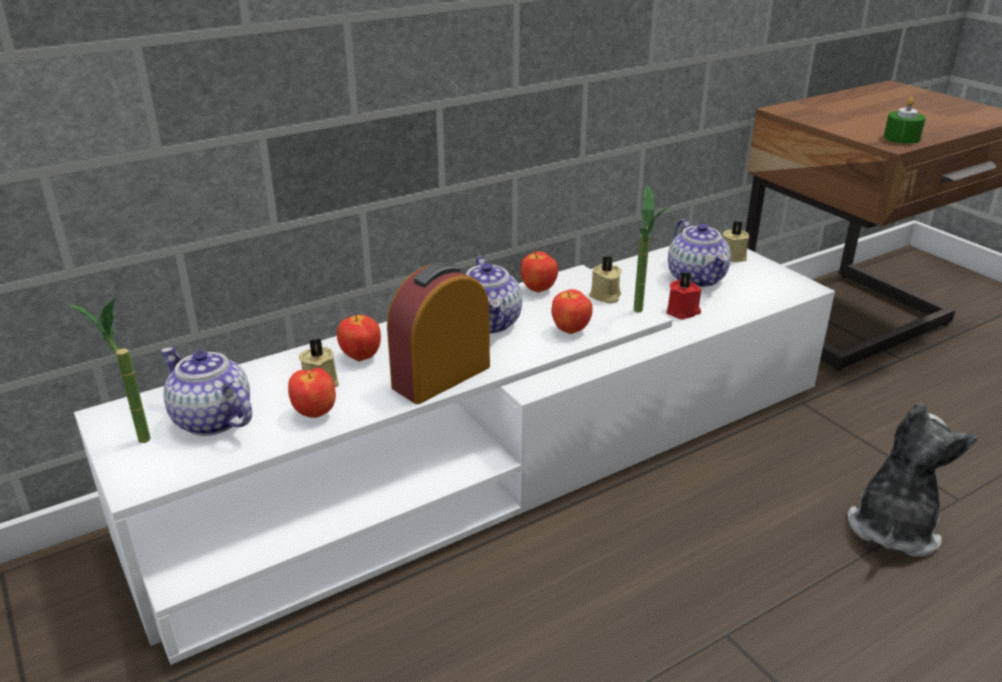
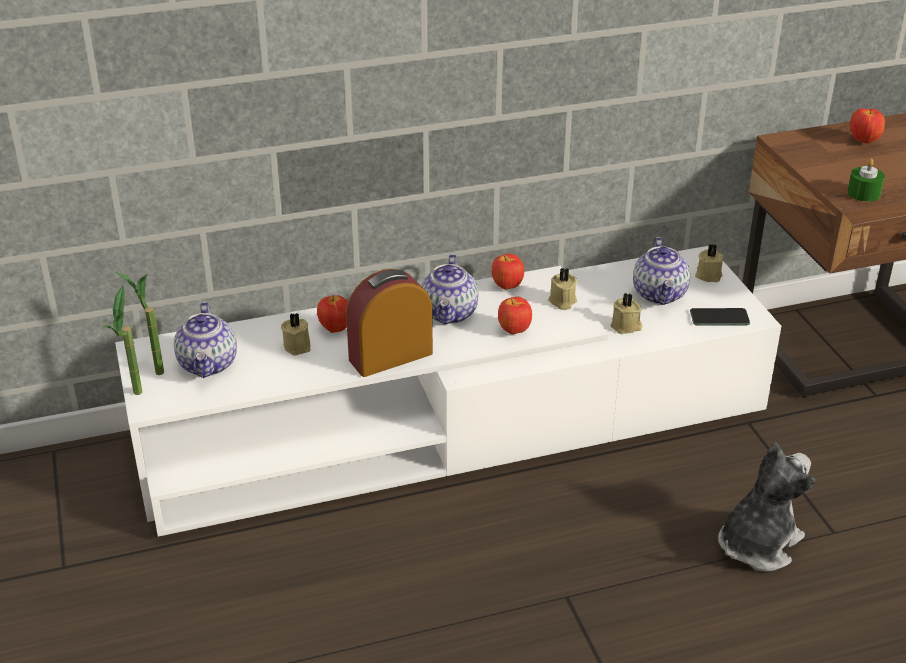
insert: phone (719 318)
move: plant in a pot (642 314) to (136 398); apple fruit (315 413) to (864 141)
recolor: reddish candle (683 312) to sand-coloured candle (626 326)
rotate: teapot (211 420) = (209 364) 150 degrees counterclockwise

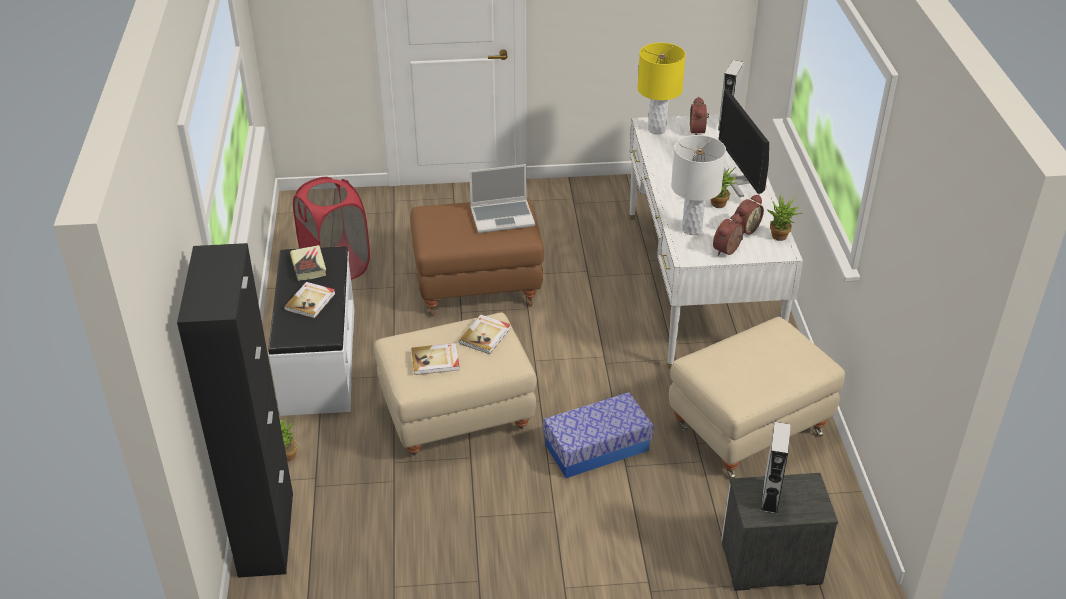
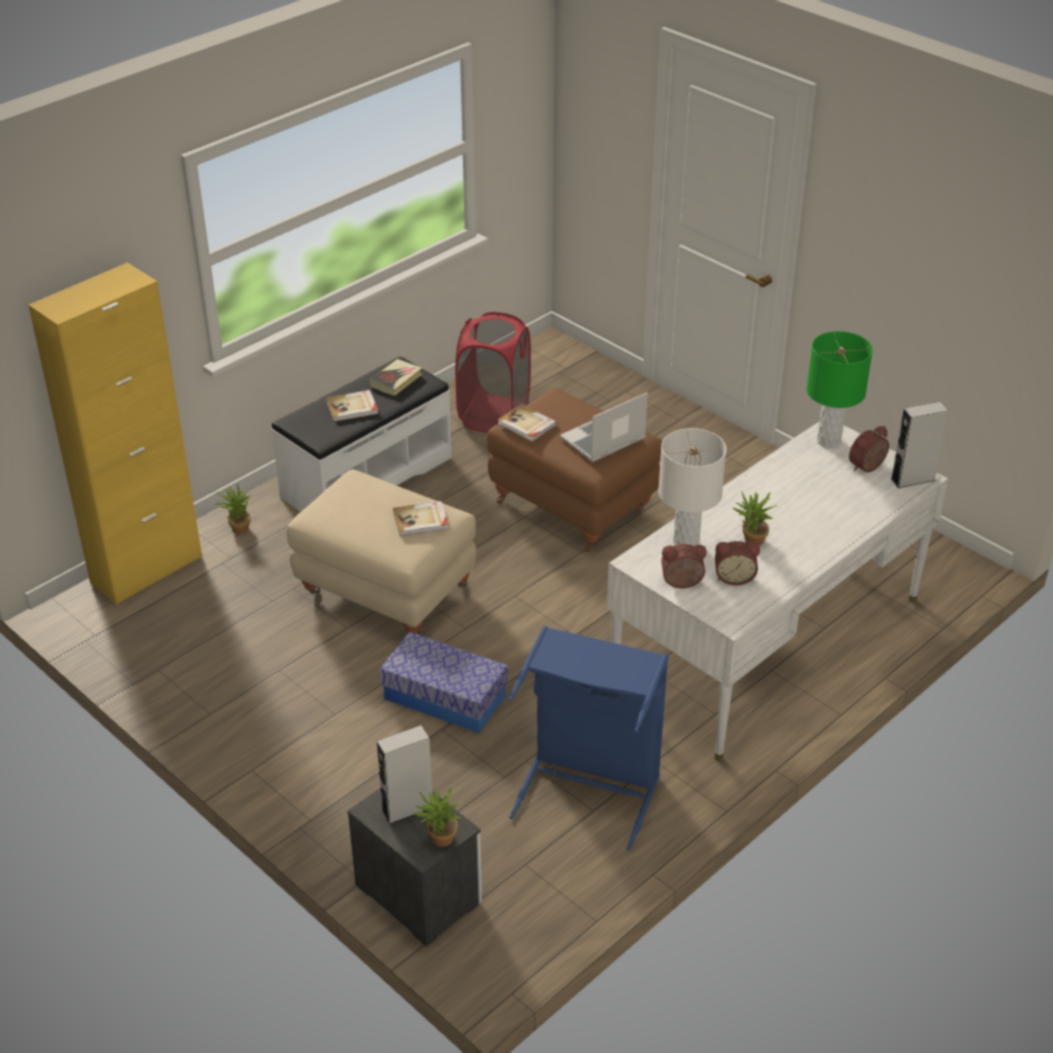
delete: computer screen (739 180)
move: plant in a pot (780 238) to (439 841); book (435 361) to (526 425)
replace: sand-coloured ottoman (748 427) to bluish laundry basket (590 786)
recolor: black storage cabinet (266 534) to yellowish storage cabinet (146 570); yellowish tabletop lamp (657 129) to green tabletop lamp (829 441)
rotate: portable computer (503 217) = (602 440) 105 degrees clockwise

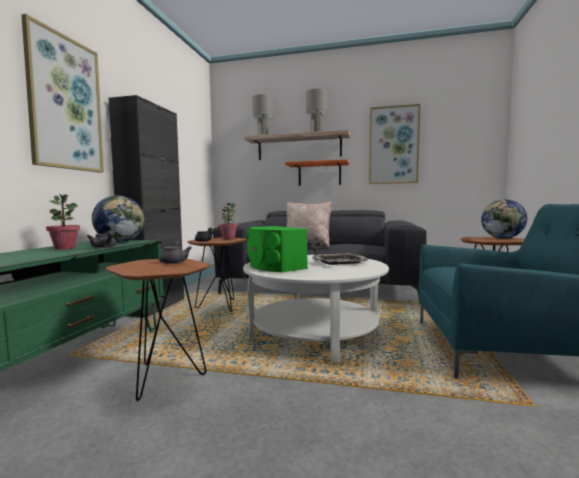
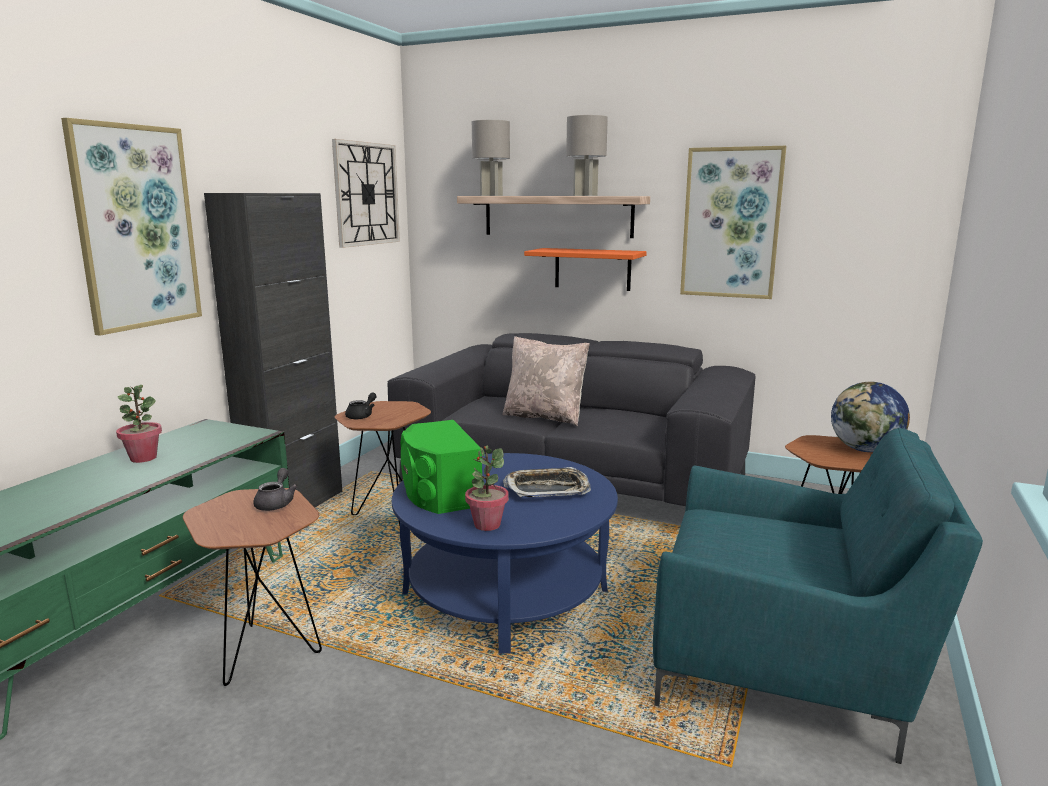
delete: grey teapot (105 247); world globe (120 242)
insert: wall clock (366 194)
move: plant in a pot (228 239) to (487 525)
recolor: whitish lounge table (315 333) to bluish lounge table (506 591)

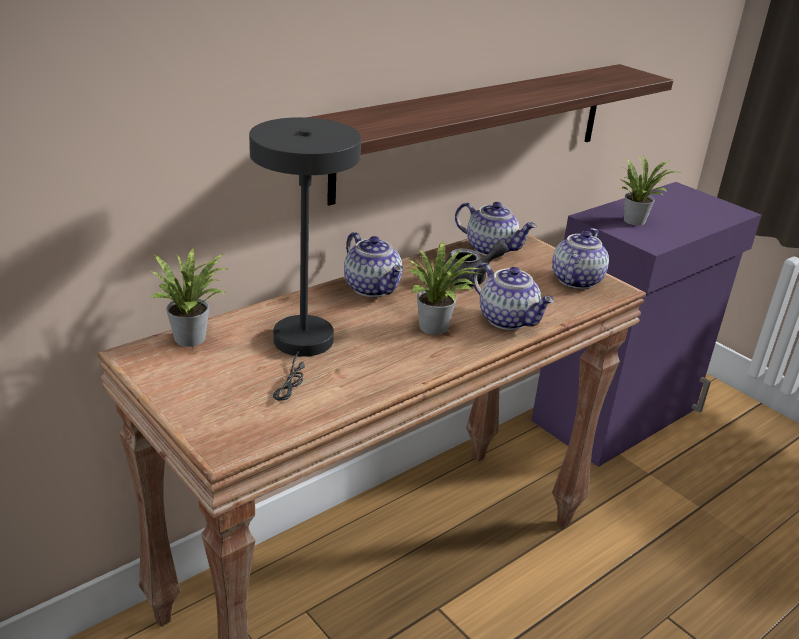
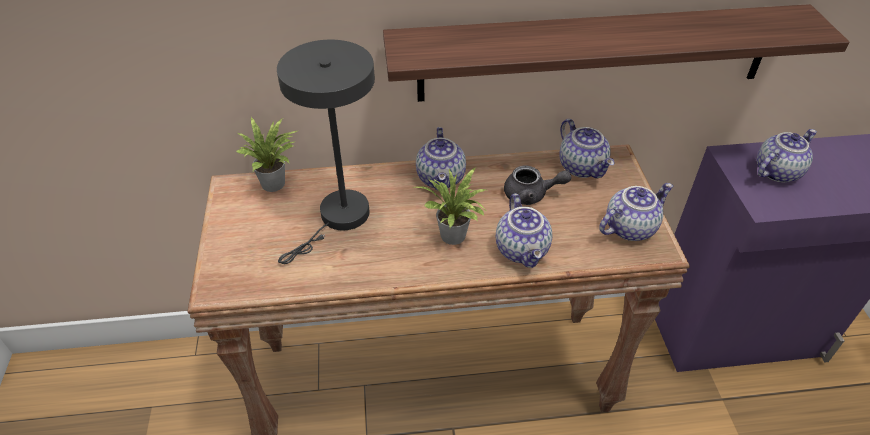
replace: plant in a pot (635 220) to teapot (776 171)

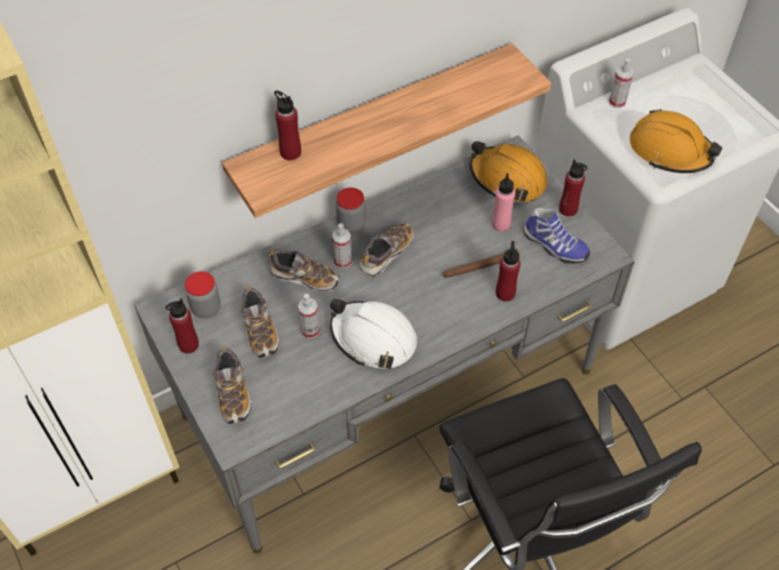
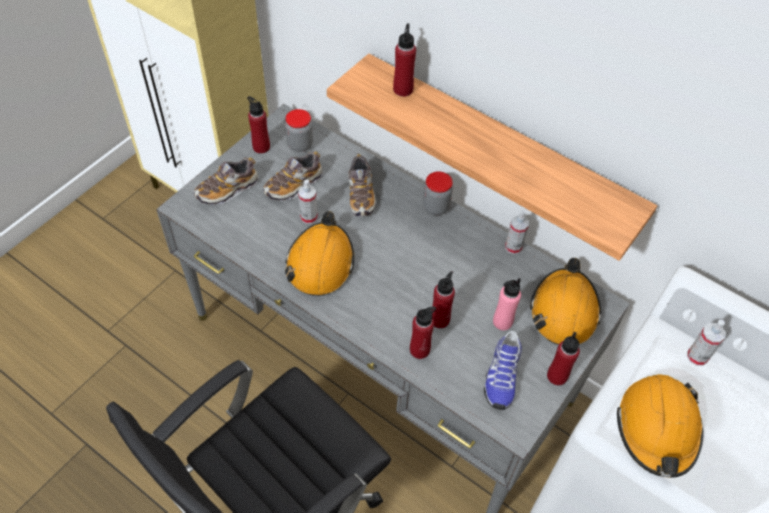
delete: shoe (386 254)
move: spray bottle (343 261) to (513 247)
replace: brown-coloured hand torch (480 267) to reddish drink bottle (440 319)
recolor: whitish hard hat (373 338) to orange-coloured hard hat (320 263)

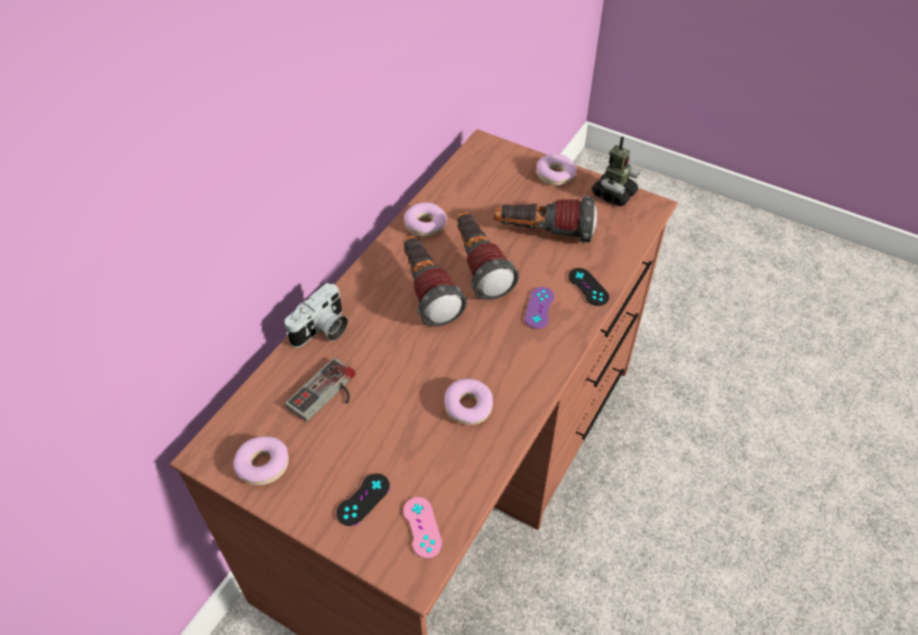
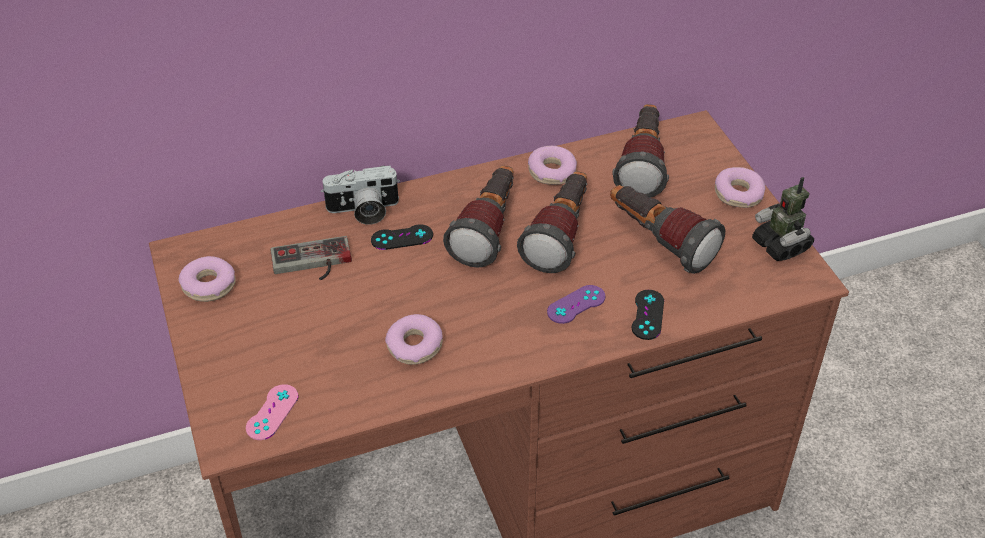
insert: hand torch (642 165)
move: black joypad (363 499) to (402 237)
rotate: robot figure (613 194) = (781 245) 75 degrees clockwise

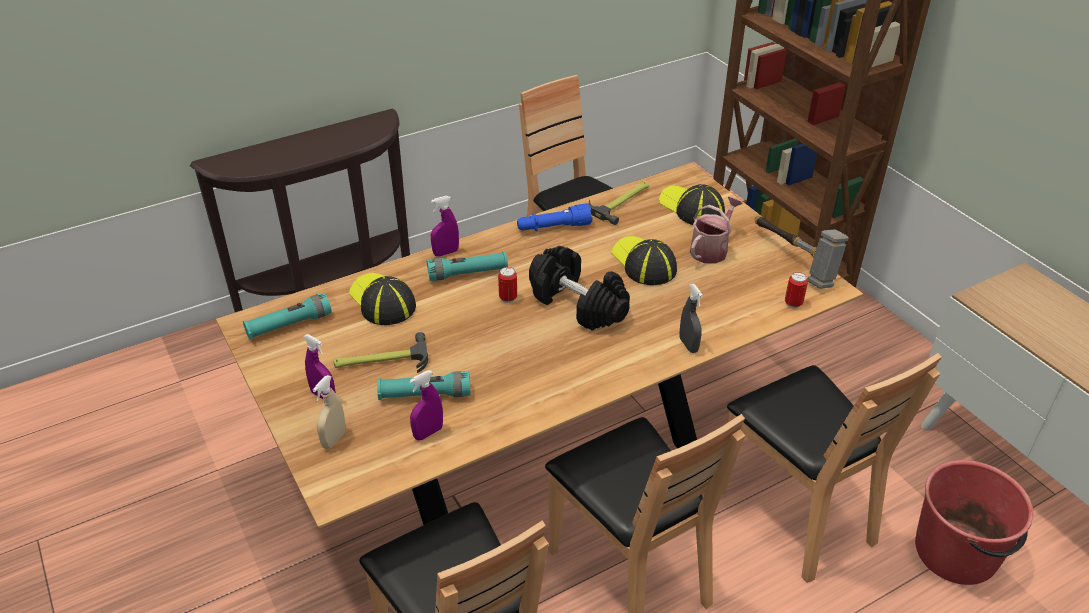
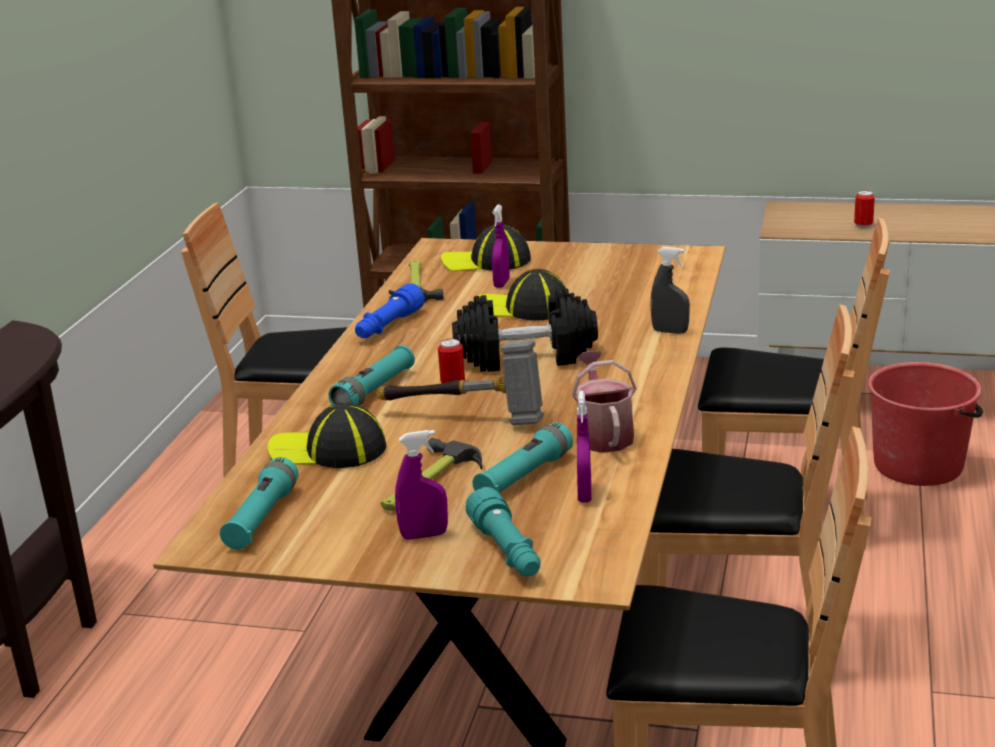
move: tool hammer (794 261) to (467 418); purple spray bottle (446 253) to (501 283); watering can (711 249) to (603 434); metal can (793 303) to (863 226)
replace: sand-coloured spray bottle (334 439) to blue-green hand torch (507 551)

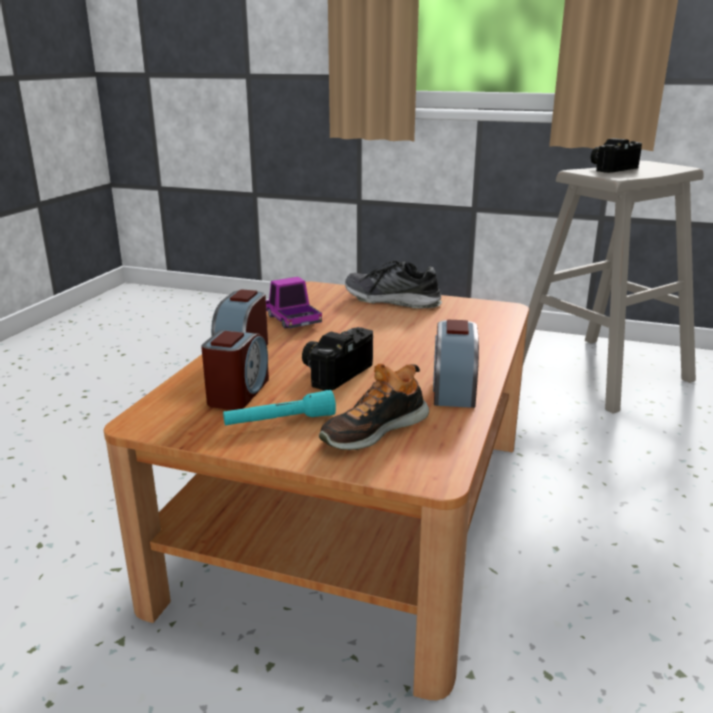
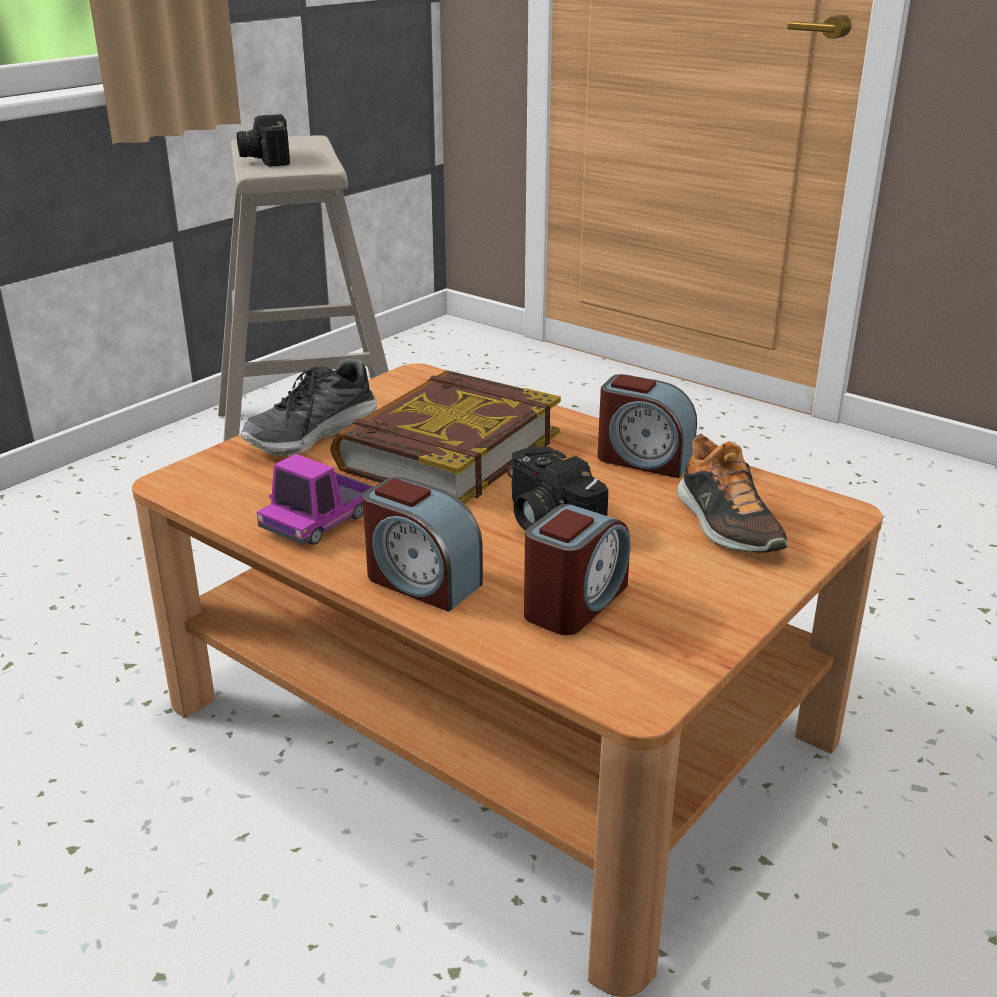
delete: blue-green hand torch (280 421)
insert: book (448 450)
rotate: model truck (292 320) = (319 521) 45 degrees counterclockwise; alarm clock (238 393) = (574 602) 90 degrees clockwise

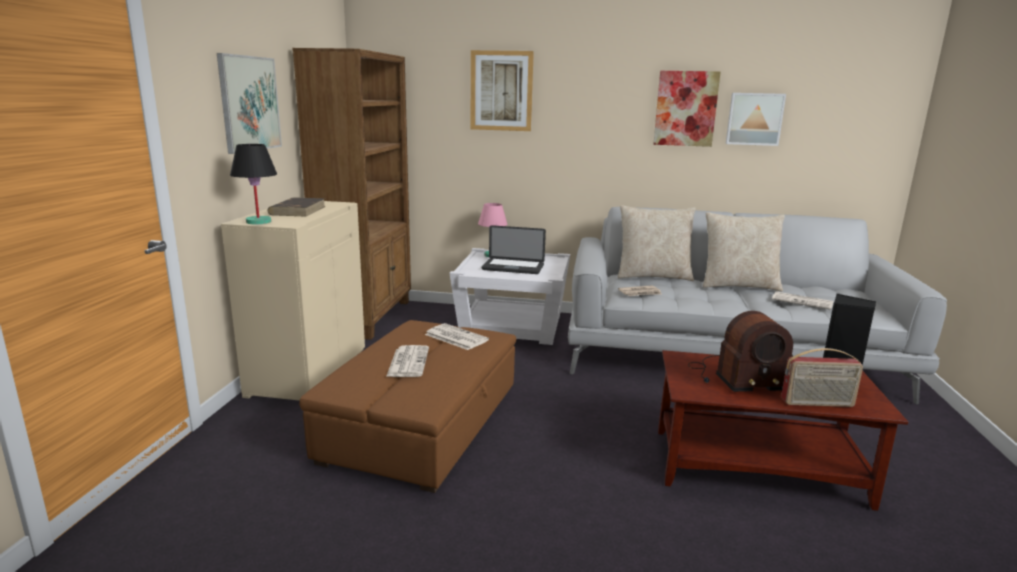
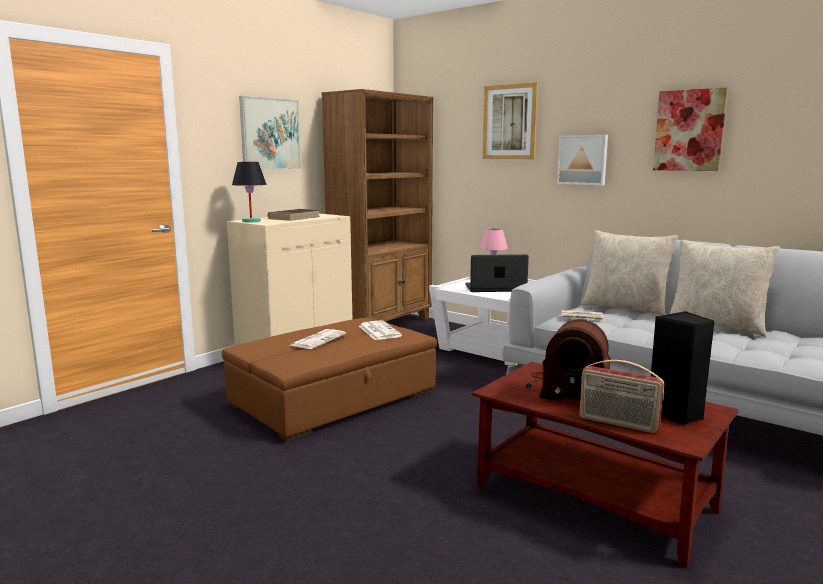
delete: daily paper (803 301)
move: wall picture (754 119) to (583 160)
rotate: portable computer (513 267) = (495 288) 135 degrees clockwise

